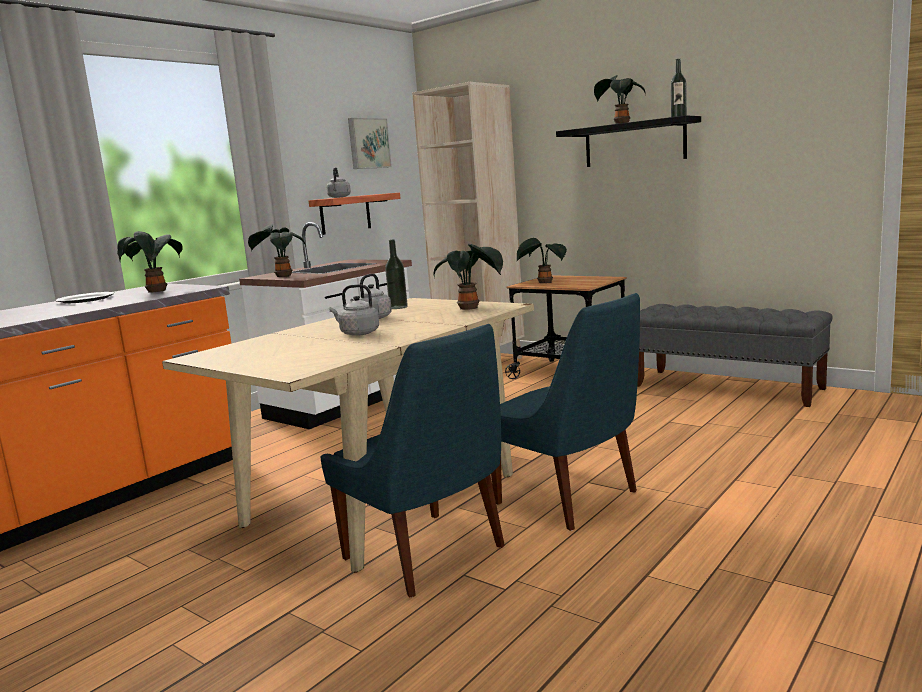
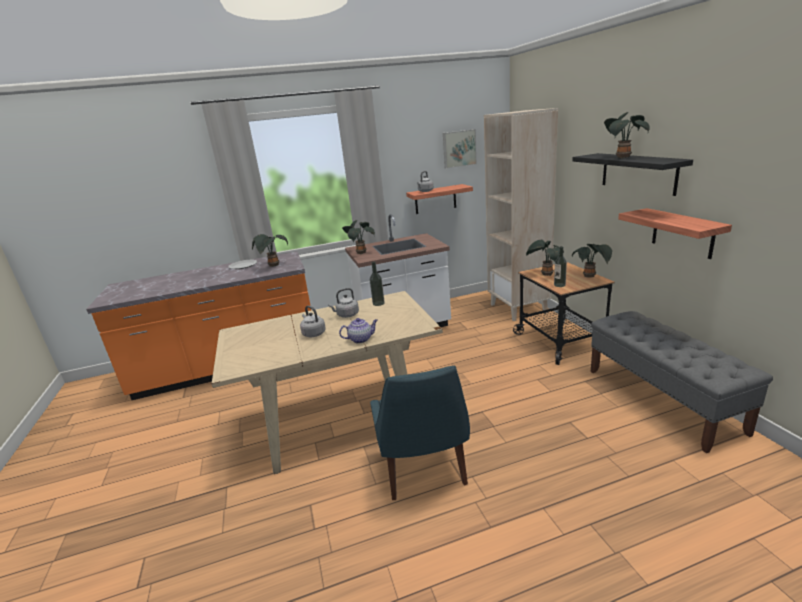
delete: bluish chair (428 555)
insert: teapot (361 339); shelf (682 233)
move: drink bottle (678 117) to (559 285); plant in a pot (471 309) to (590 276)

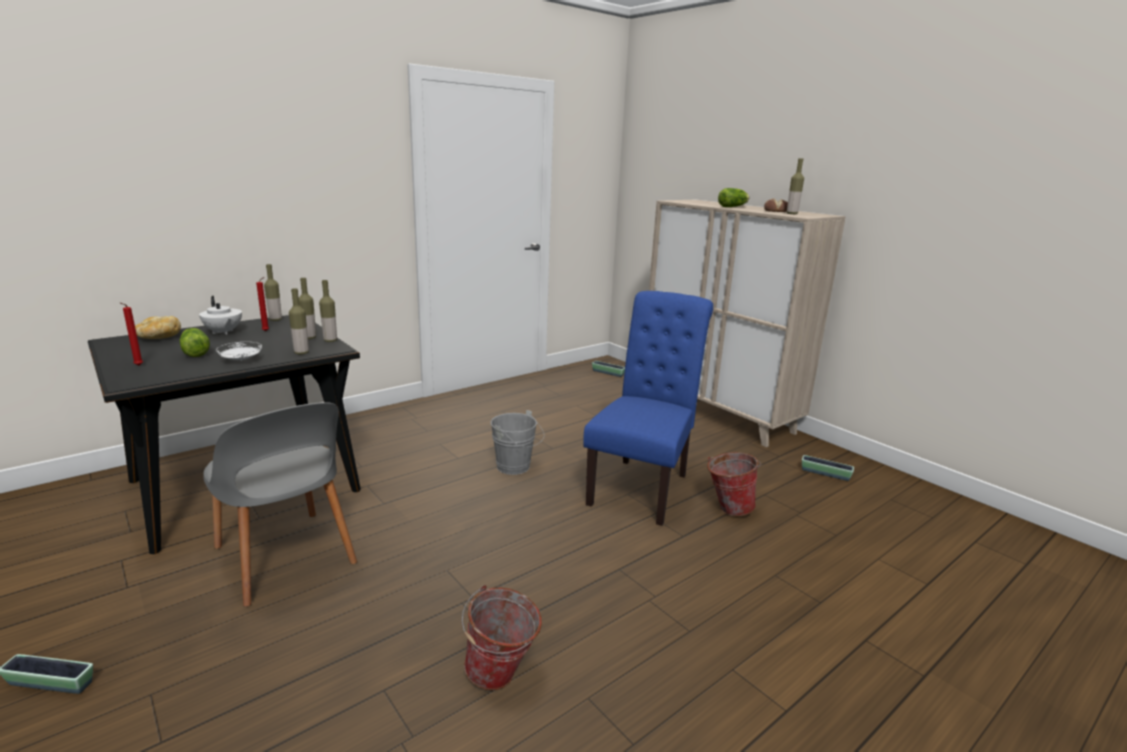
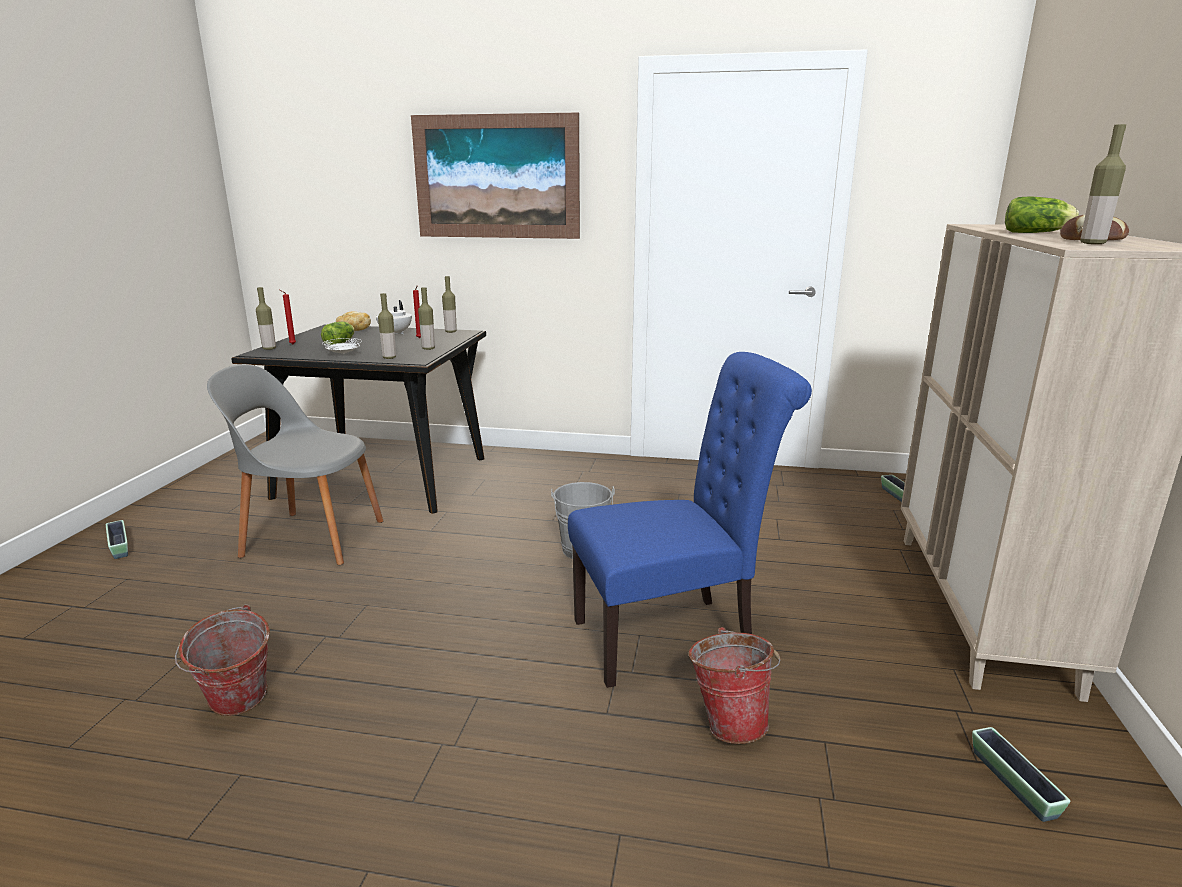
insert: wall picture (496 177)
move: drink bottle (330 340) to (269 348)
rotate: grey chair (285 558) = (310 537) 90 degrees clockwise

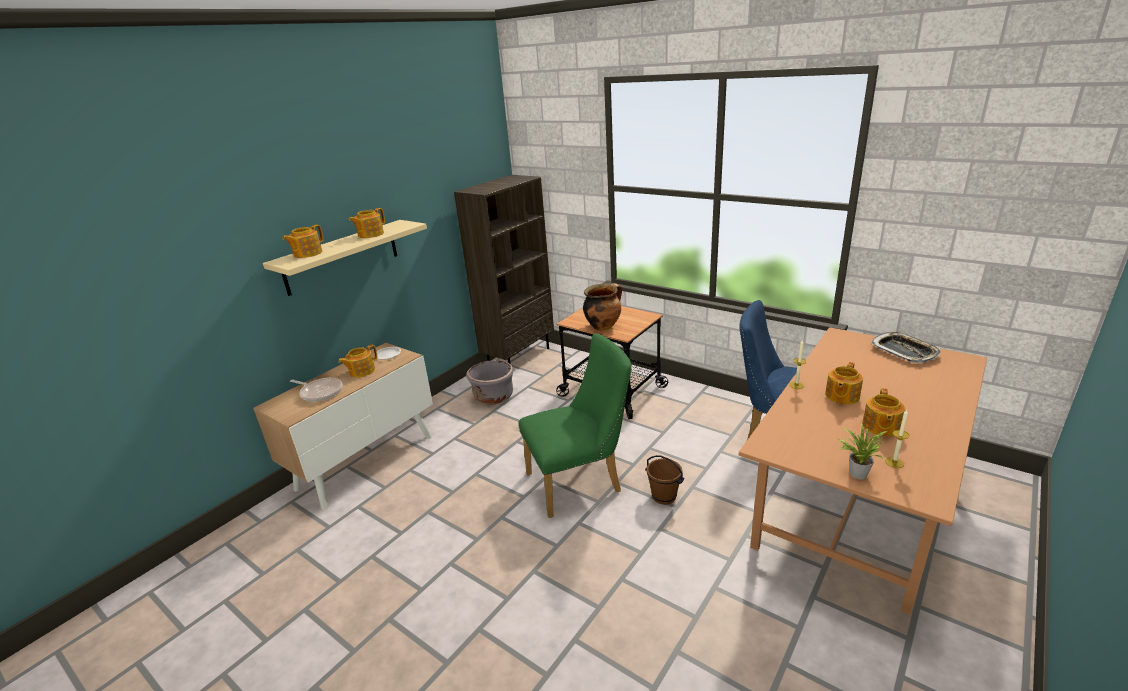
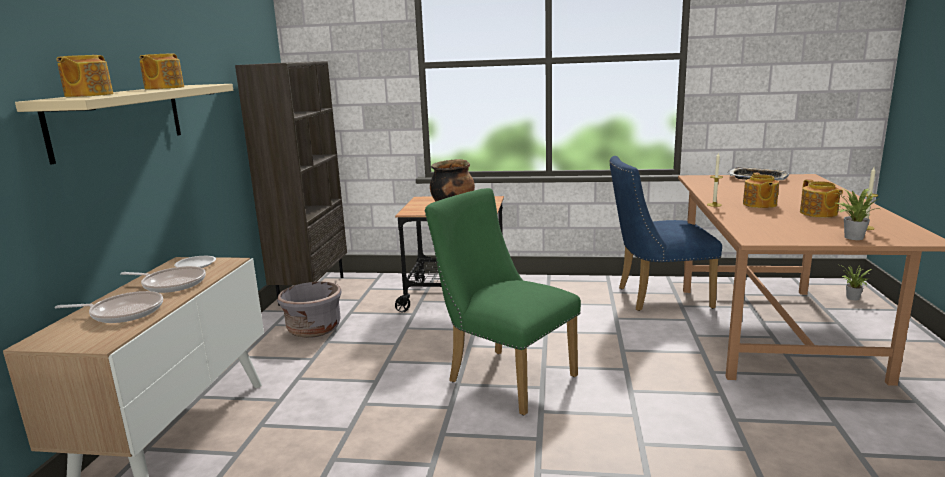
delete: brown-coloured pail (664 496)
insert: plant in a pot (852 298)
replace: teapot (361 371) to frying pan (171 284)
rotate: green chair (580 482) = (504 377) 90 degrees counterclockwise

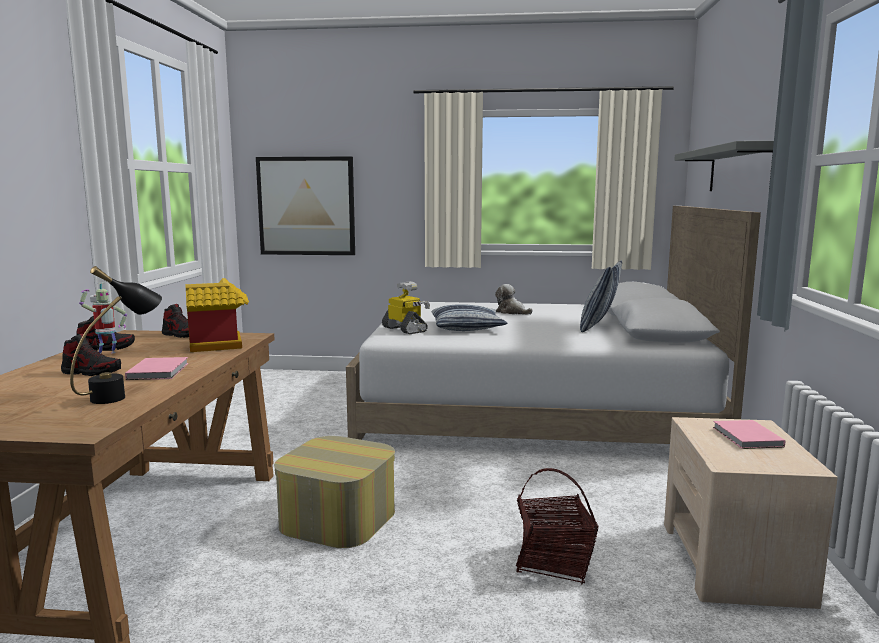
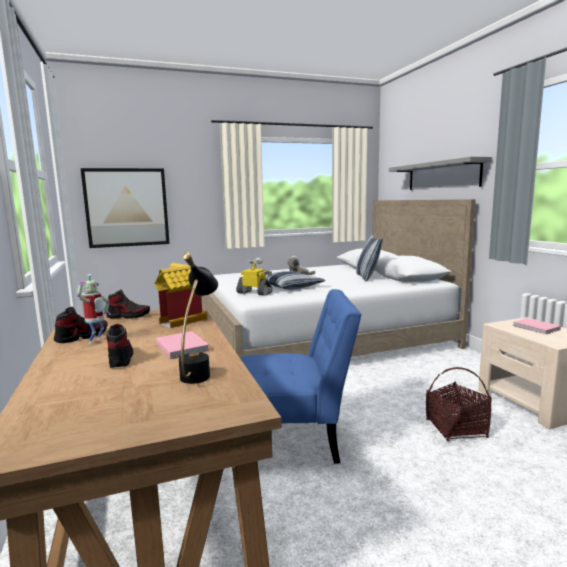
replace: ottoman (338 518) to bluish chair (294 438)
rotate: shoe (92 372) = (120 358) 90 degrees counterclockwise

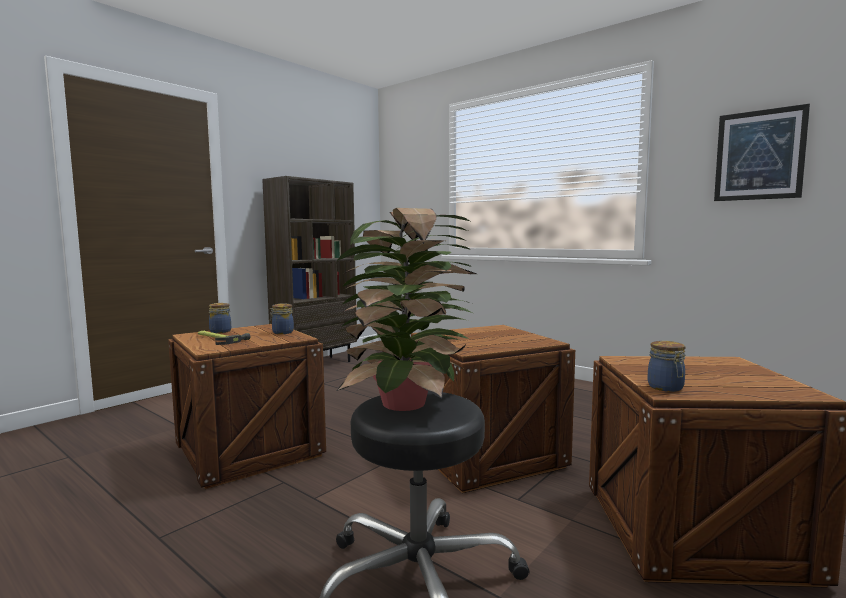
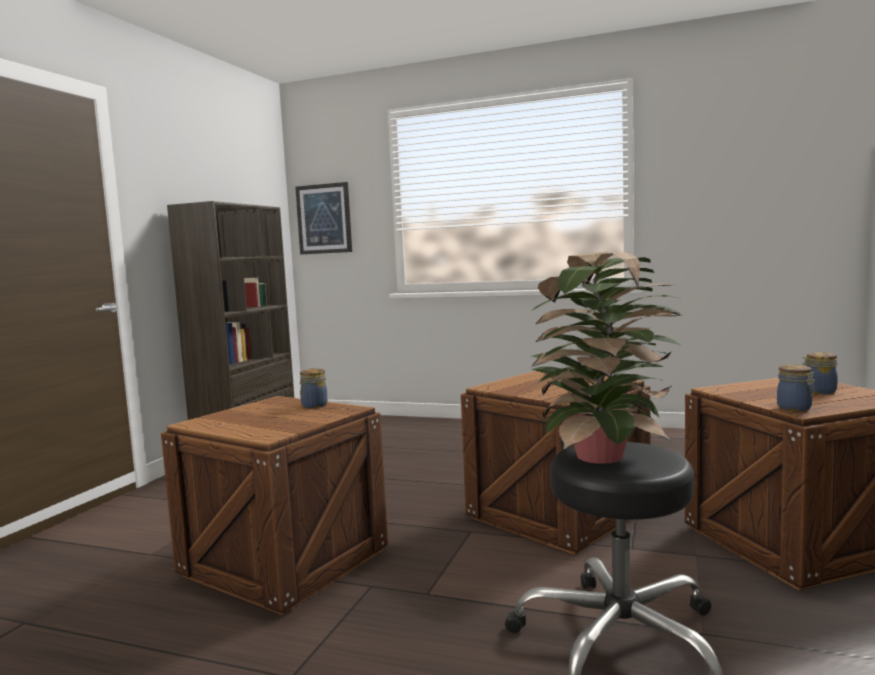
delete: tool hammer (218 339)
move: wall picture (759 155) to (324 219); storage jar (220 331) to (818 391)

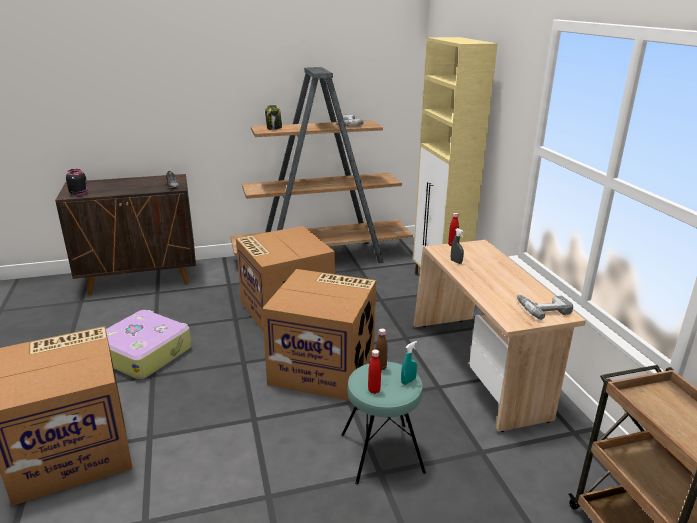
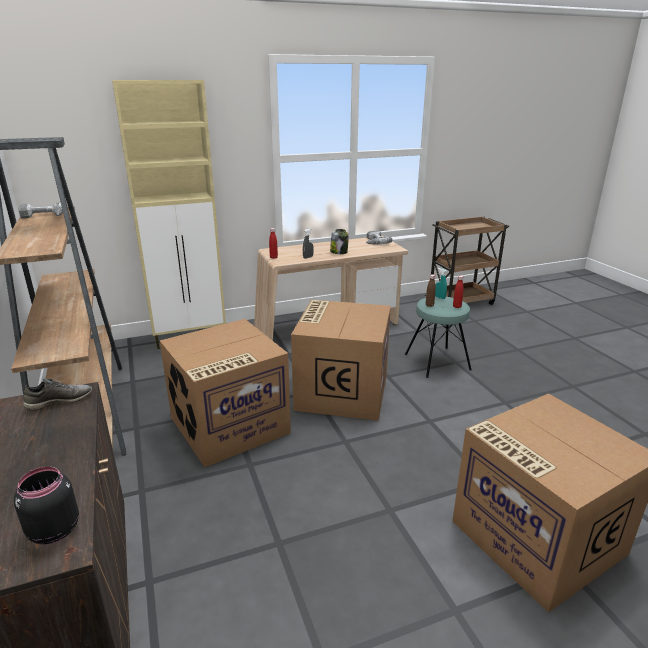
delete: piece of luggage (144 353)
move: storage jar (274 128) to (339 252)

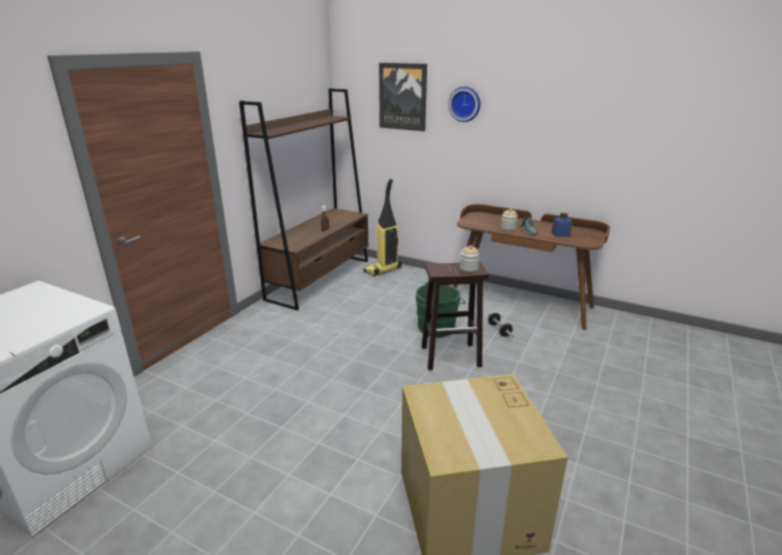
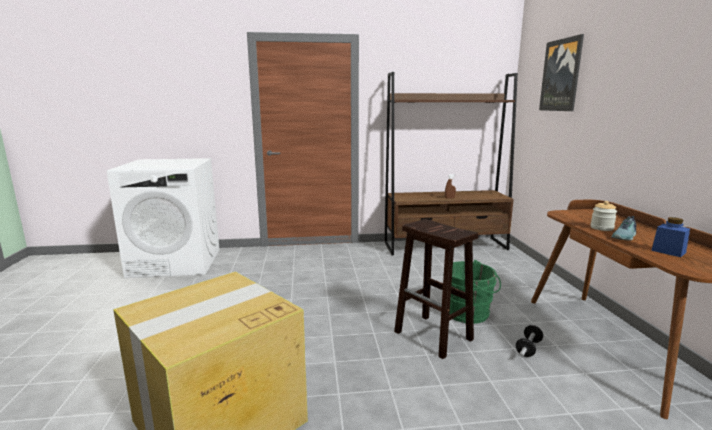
delete: hoover (383 270); wall clock (465 104); storage jar (469 268)

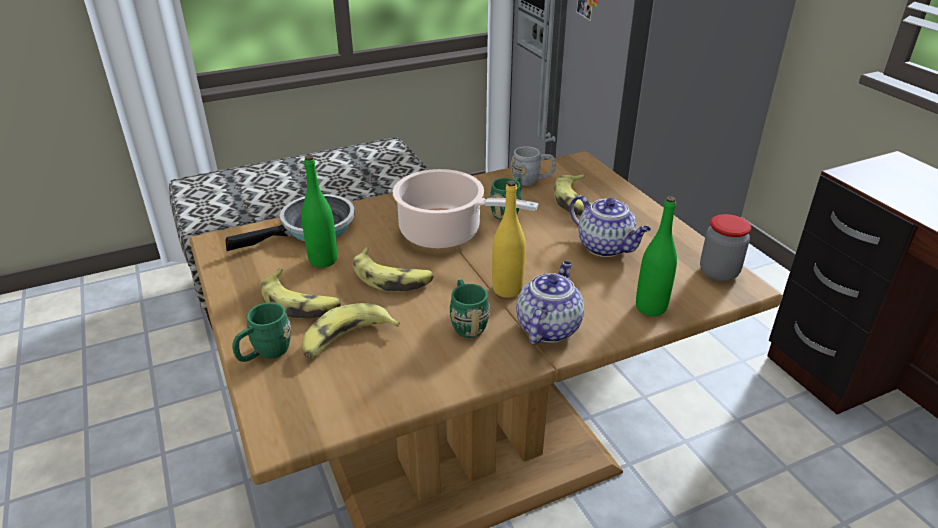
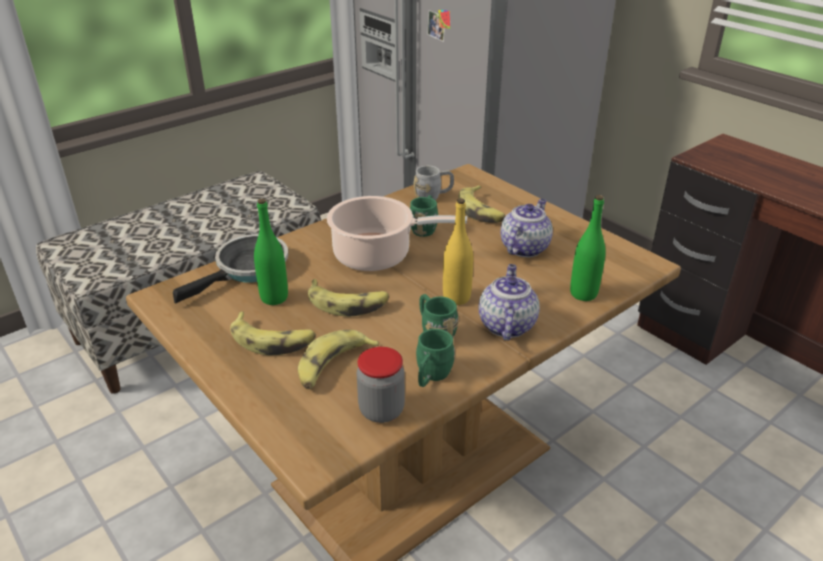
move: storage jar (718 272) to (381 410); green mug (265 353) to (431 377)
rotate: teapot (606 247) = (524 247) 90 degrees counterclockwise

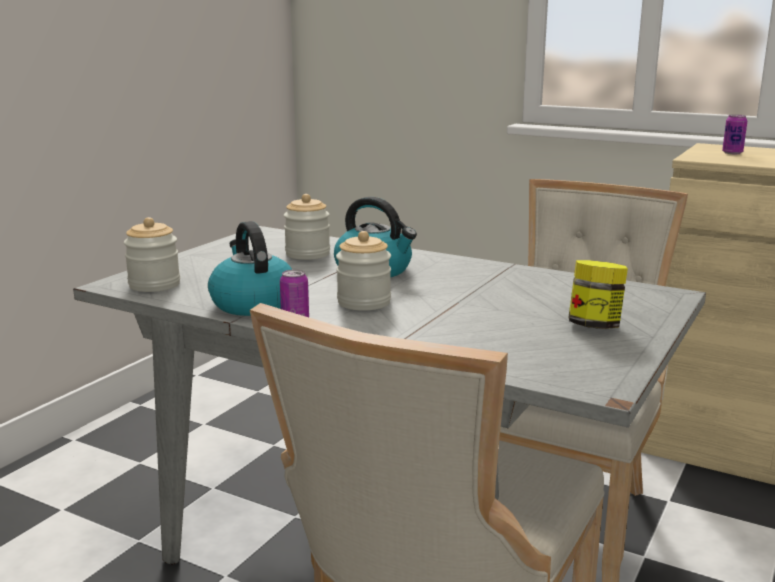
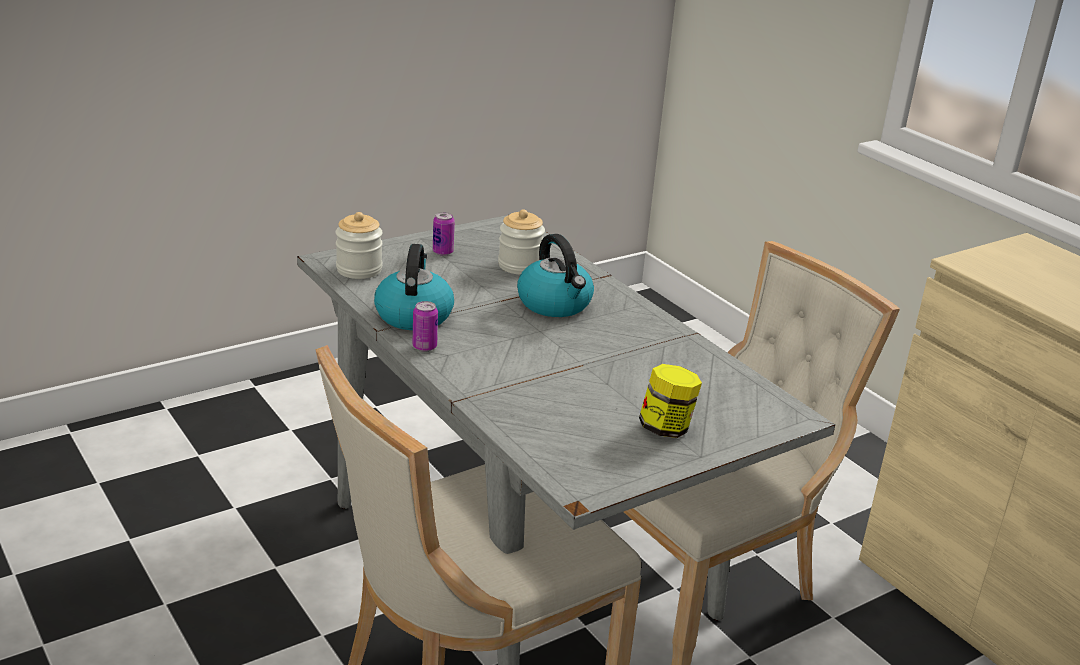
delete: storage jar (364 302)
move: metal can (732 153) to (443 252)

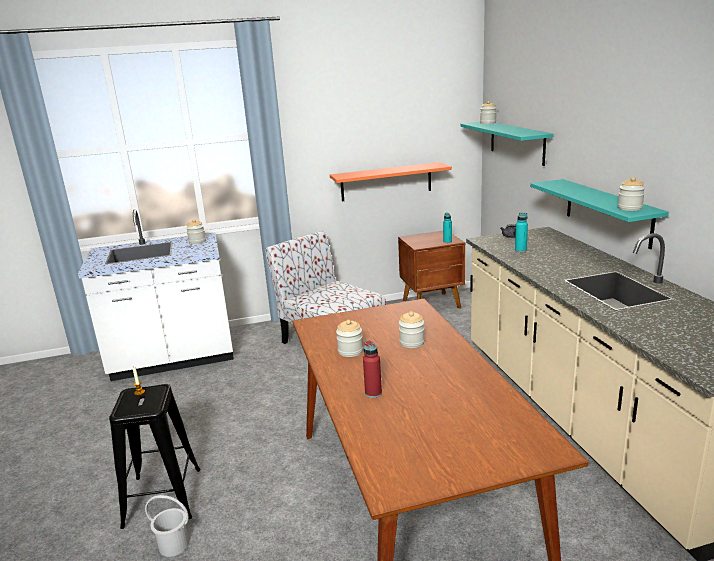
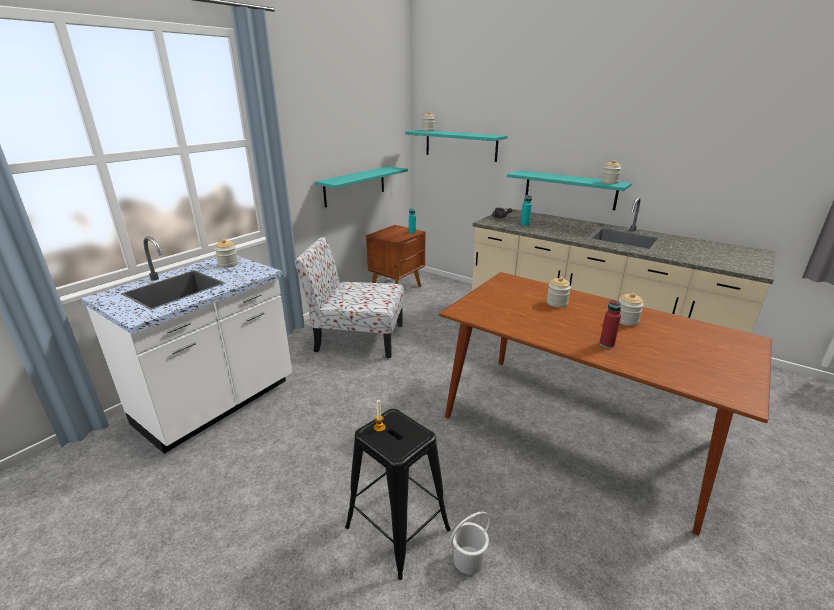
move: storage jar (350 351) to (626 321)
recolor: orange-coloured shelf (386 182) to blue-green shelf (355 186)

